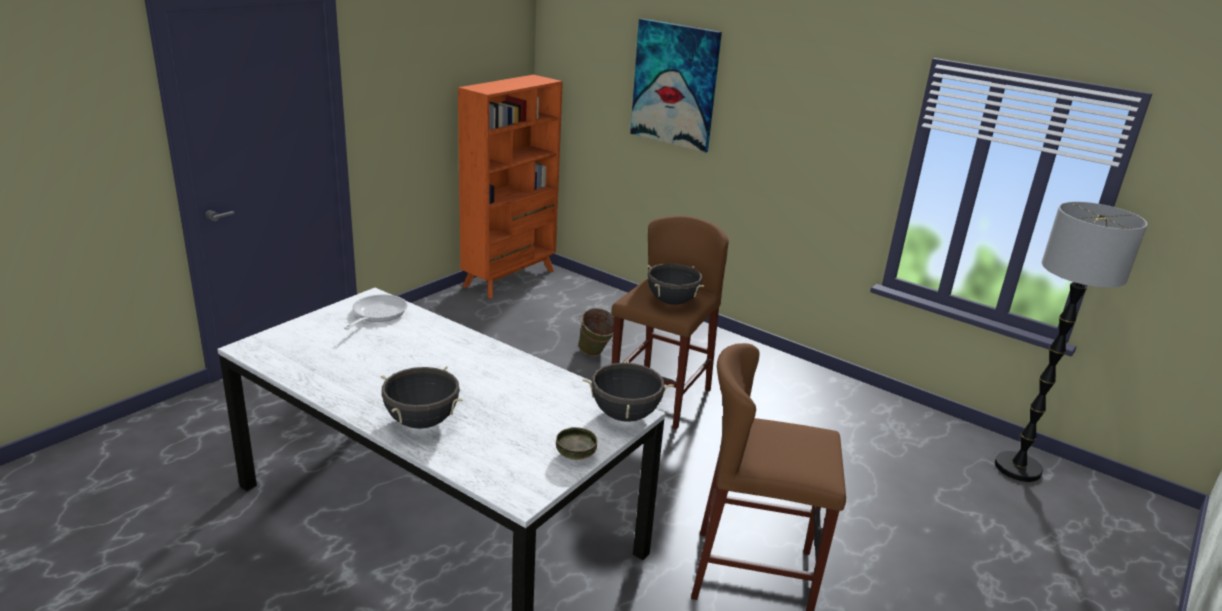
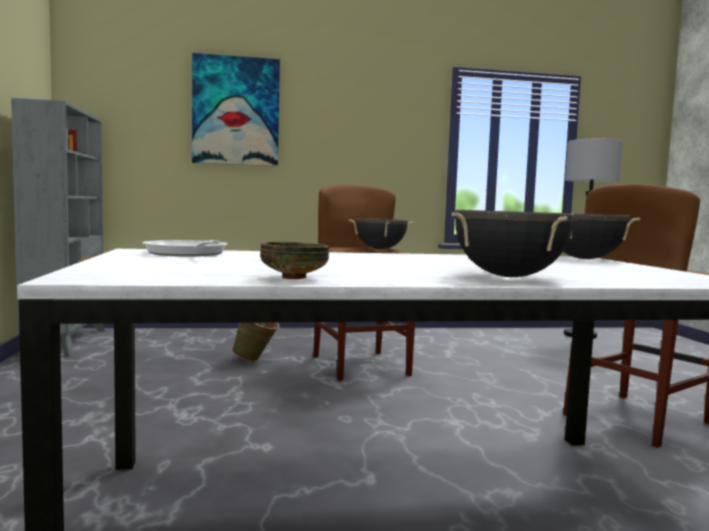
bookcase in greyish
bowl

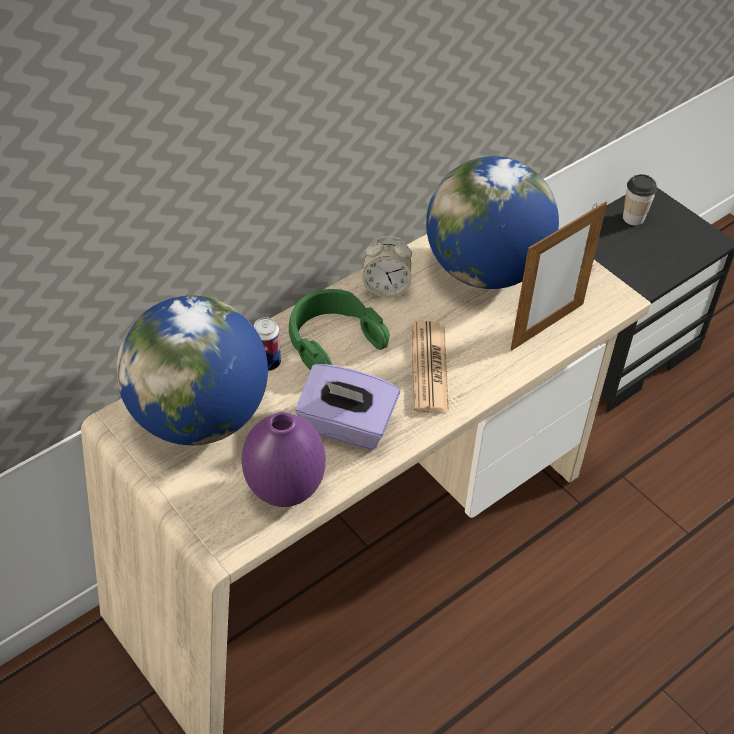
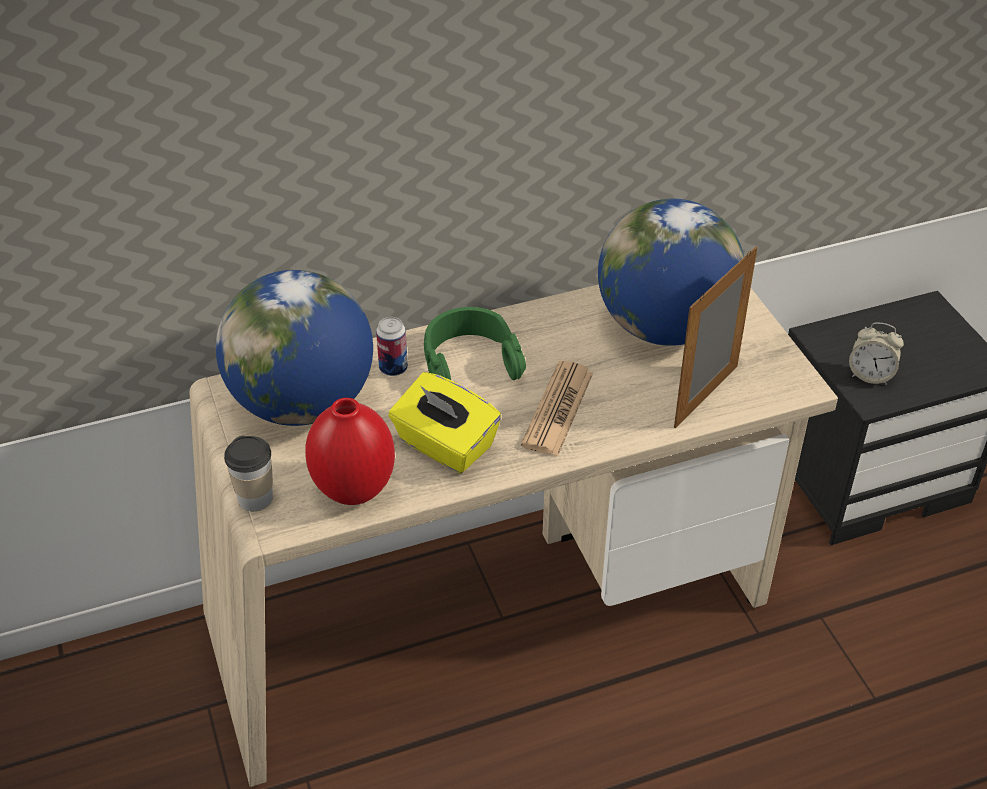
vase in reddish
box of tissues in yellow-coloured
bedside clock
photo frame
cup

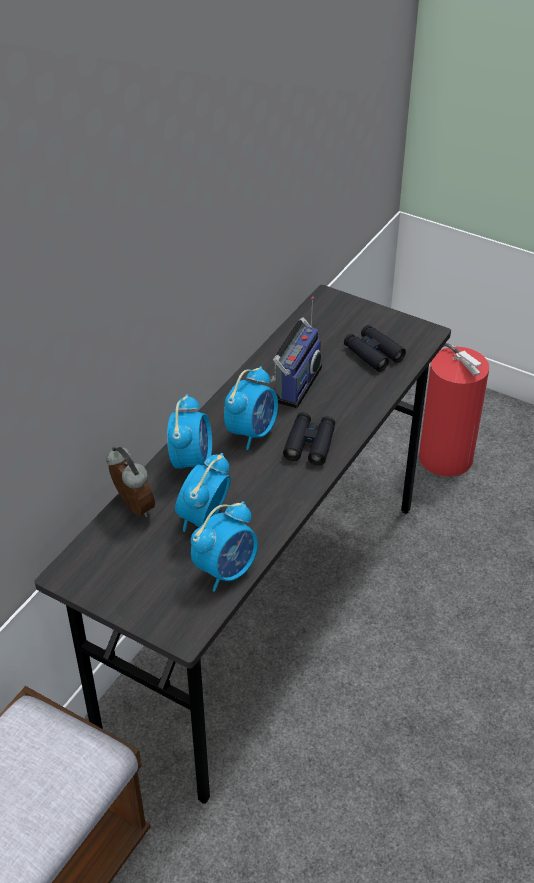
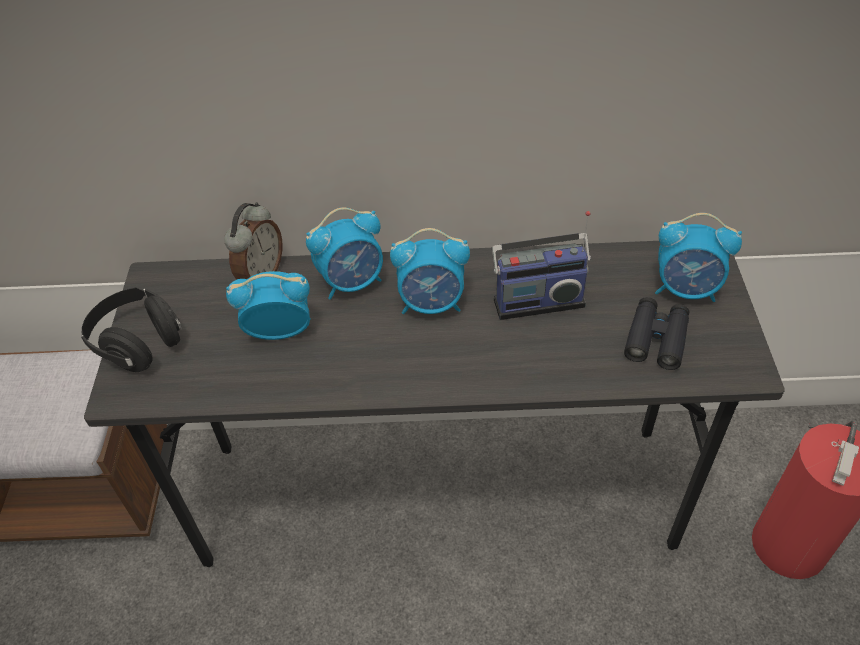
bedside clock (5th from left)
binoculars in blackish (1st from left in the first image)
headphones in blackish

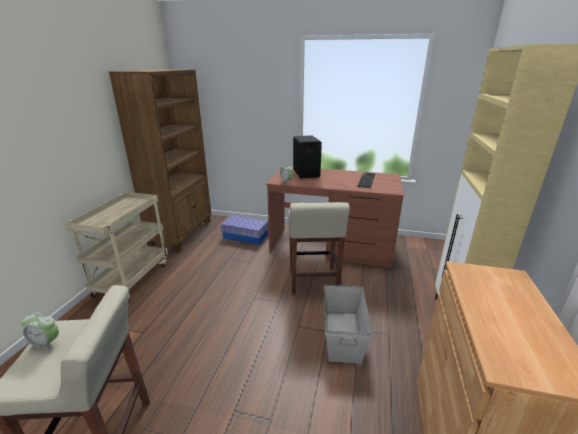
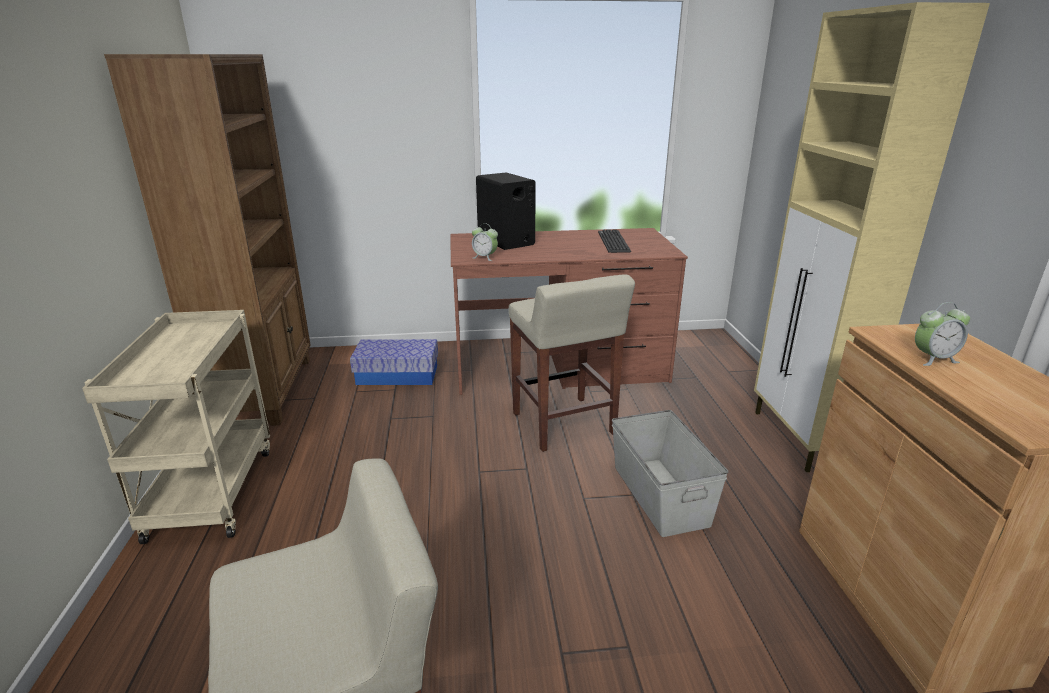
bedside clock (2nd from left)

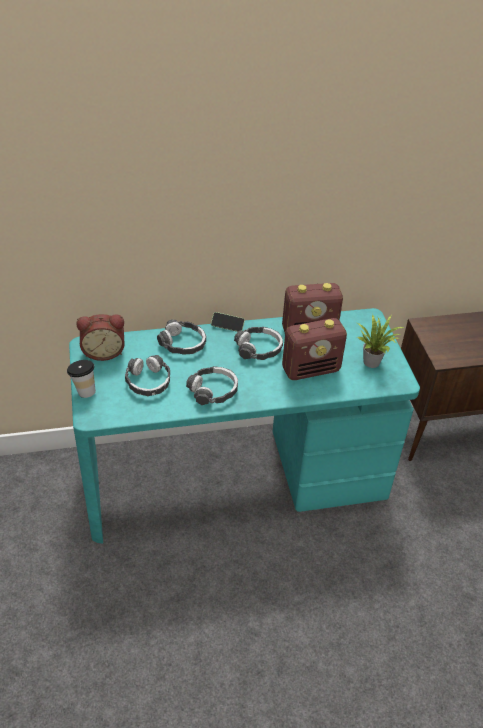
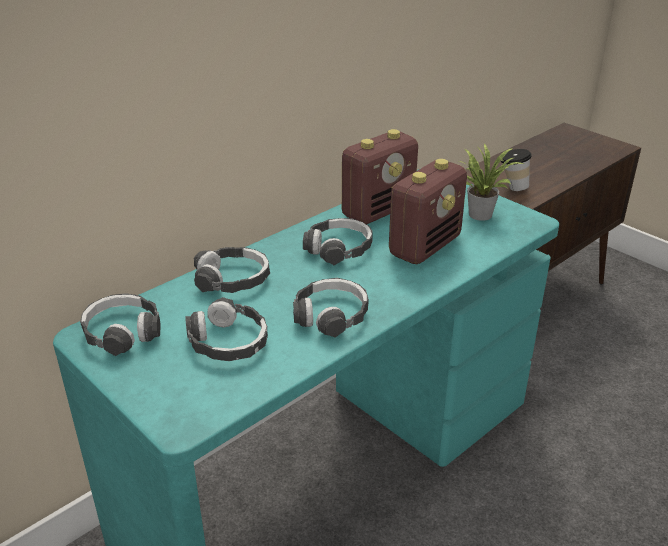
cup
headphones (1st from left)
phone

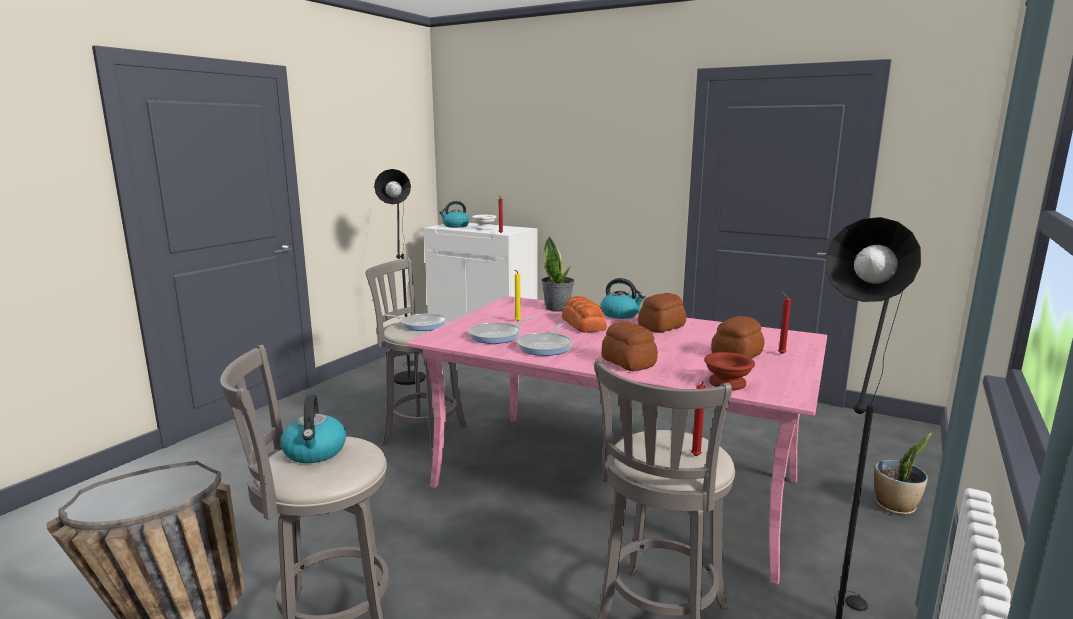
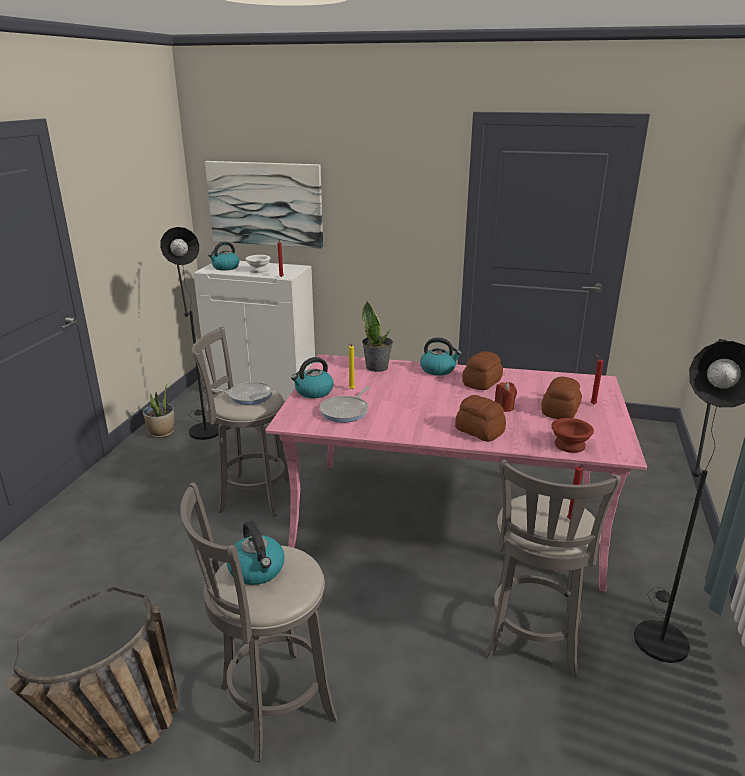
skillet (3rd from left in the first image)
bread (1st from left in the first image)
houseplant (1st from left)
wall picture
water kettle (3rd from left)
wax candle in reddish (2nd from left)

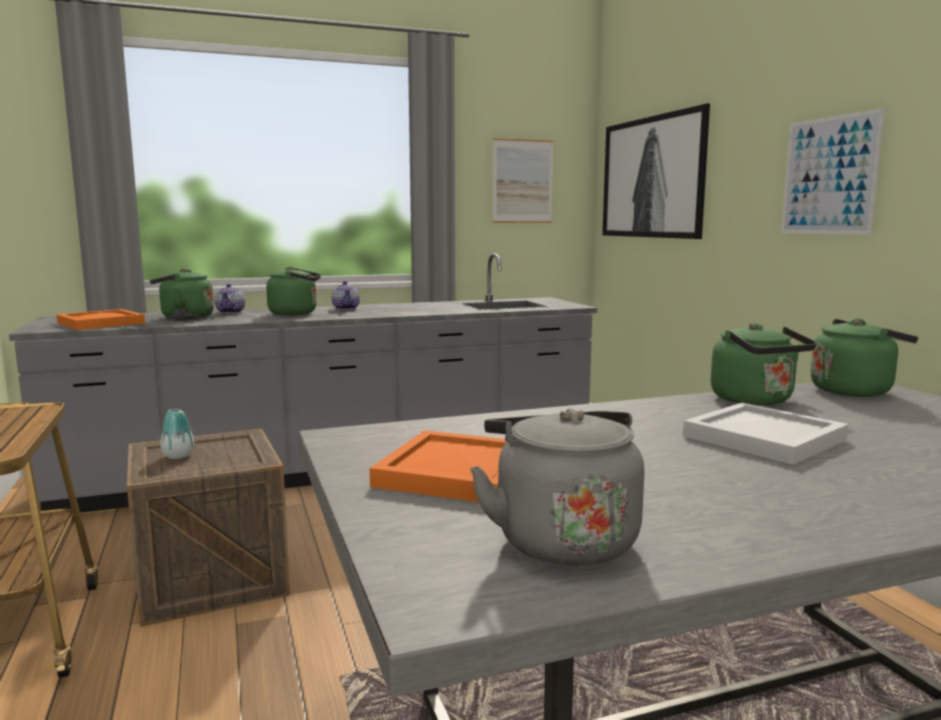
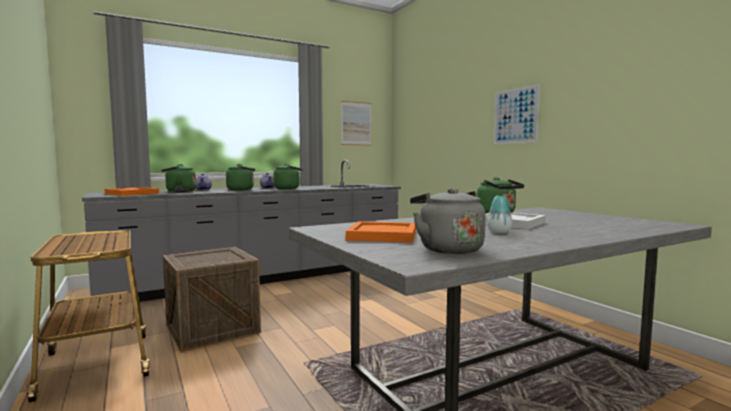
vase
wall picture (2nd from left in the first image)
water kettle in green-coloured (3rd from left)

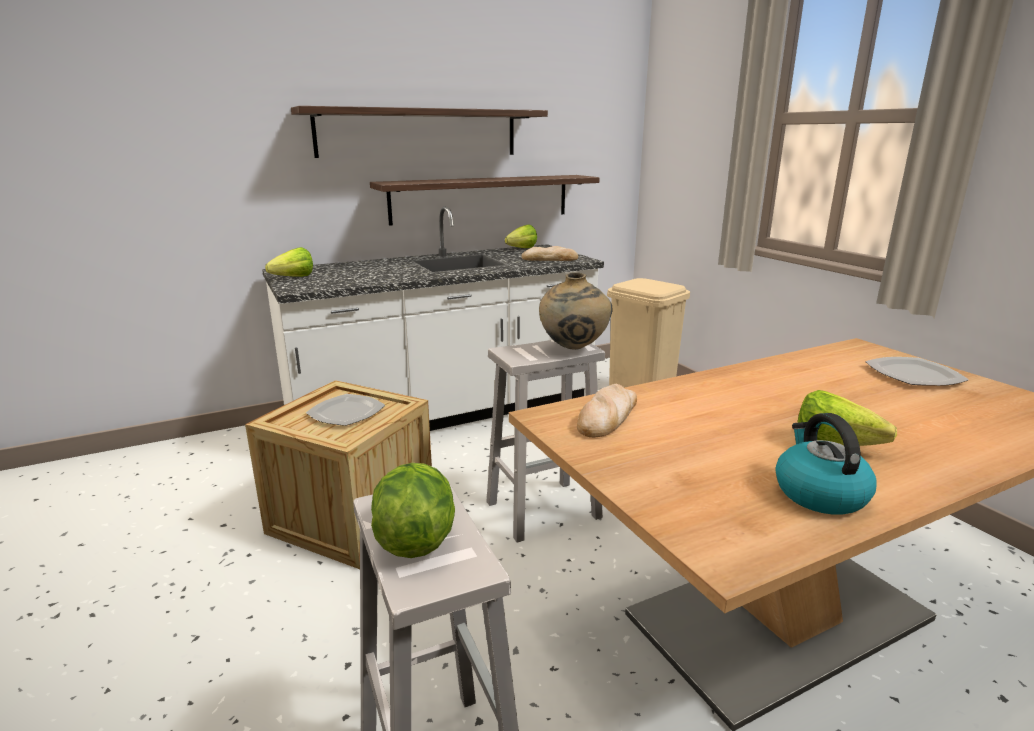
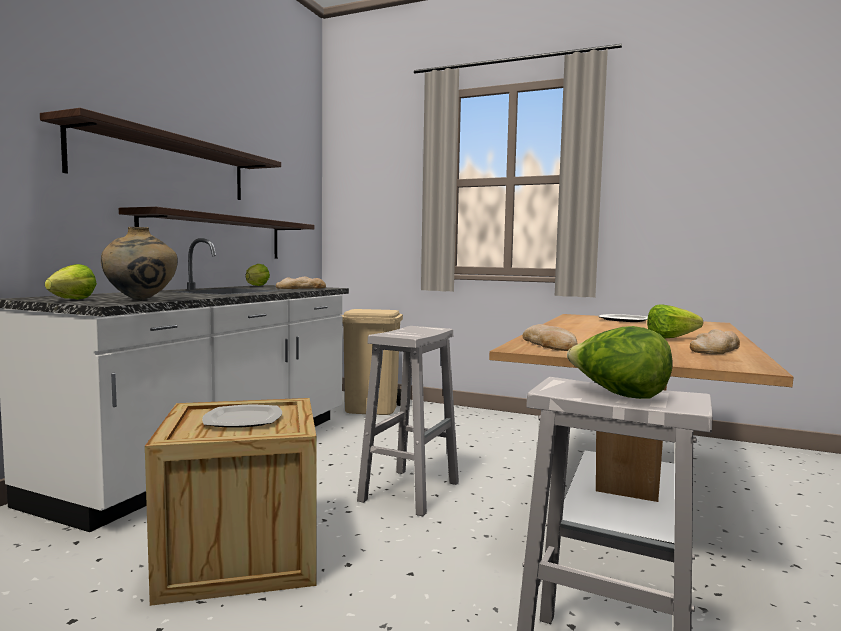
vase in beige
bread (3rd from left)

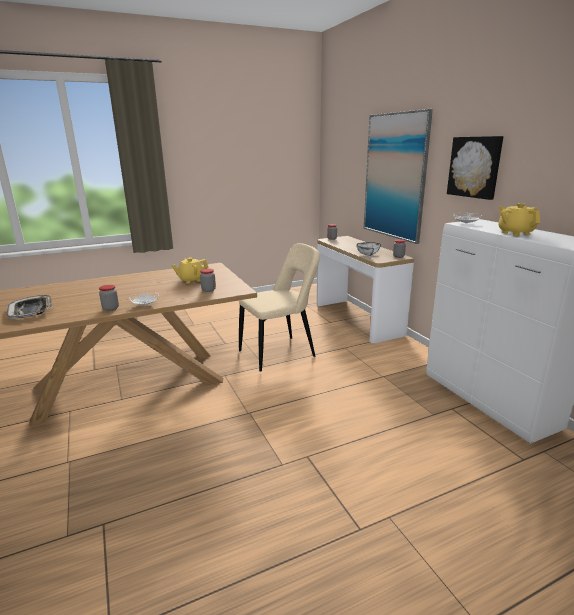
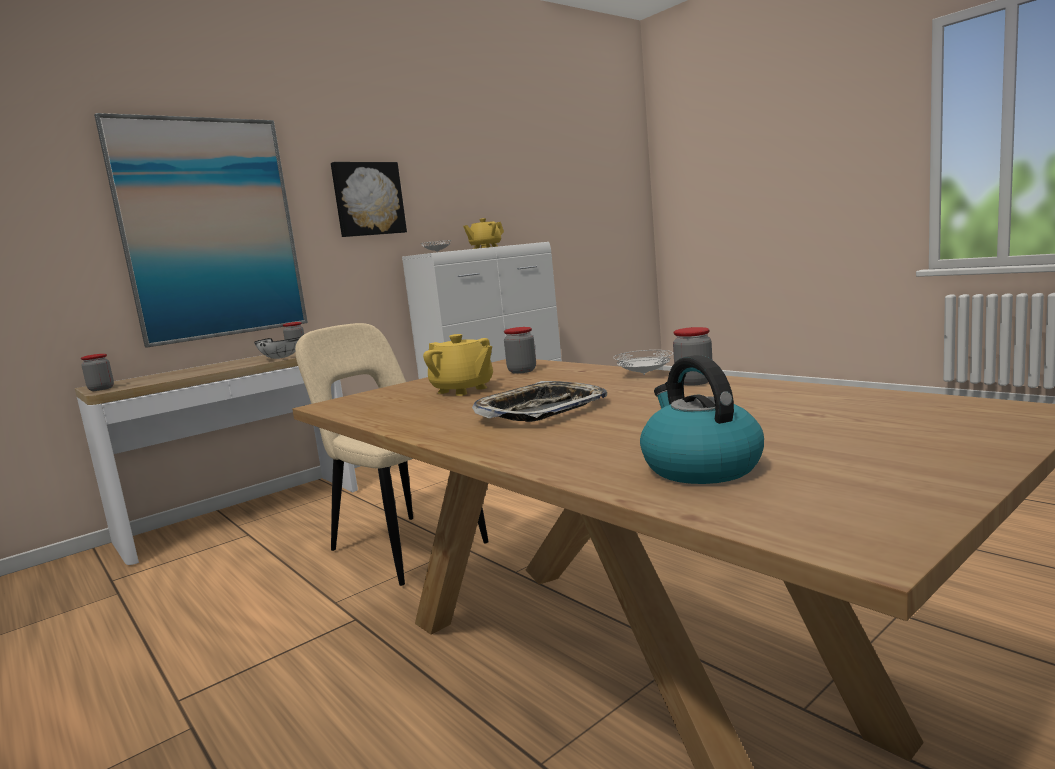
serving tray
water kettle

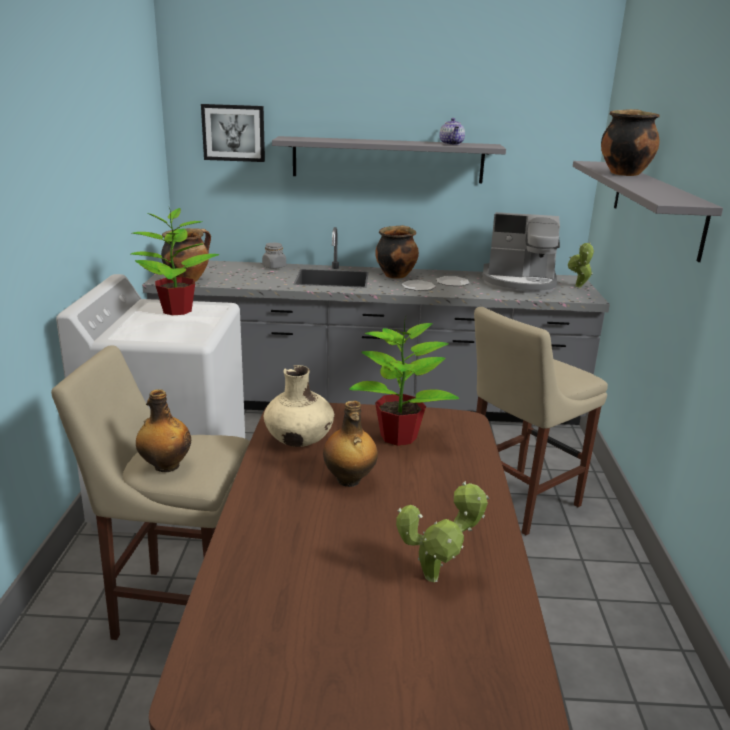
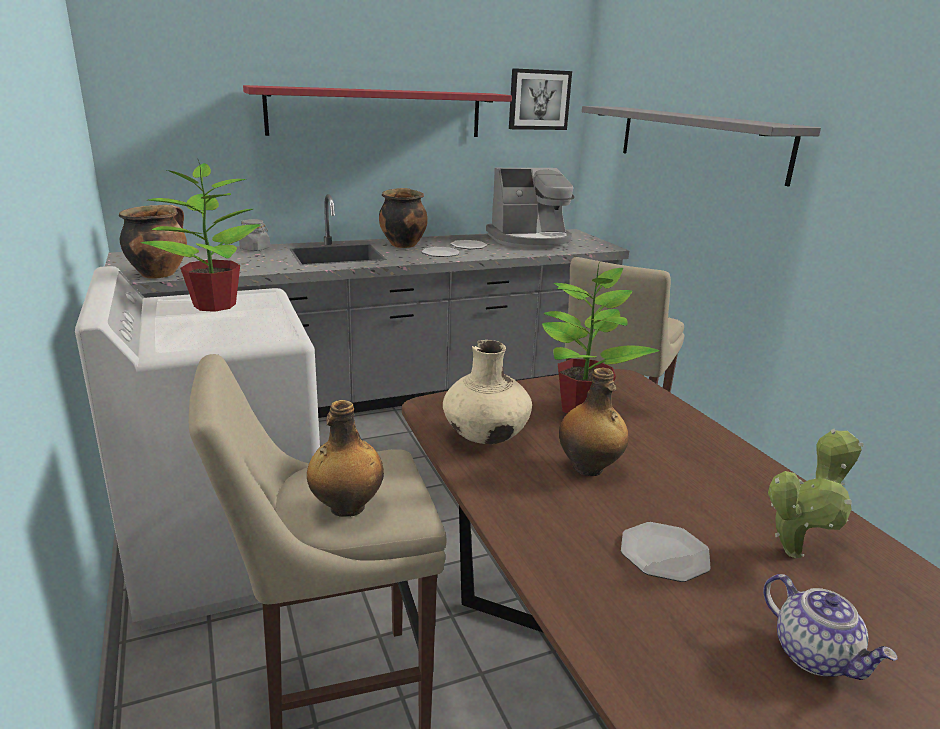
wall picture
wall shelf in reddish
tea pot
houseplant (4th from left in the first image)
cooking pot (3rd from left in the first image)
flat dish (3rd from left)

